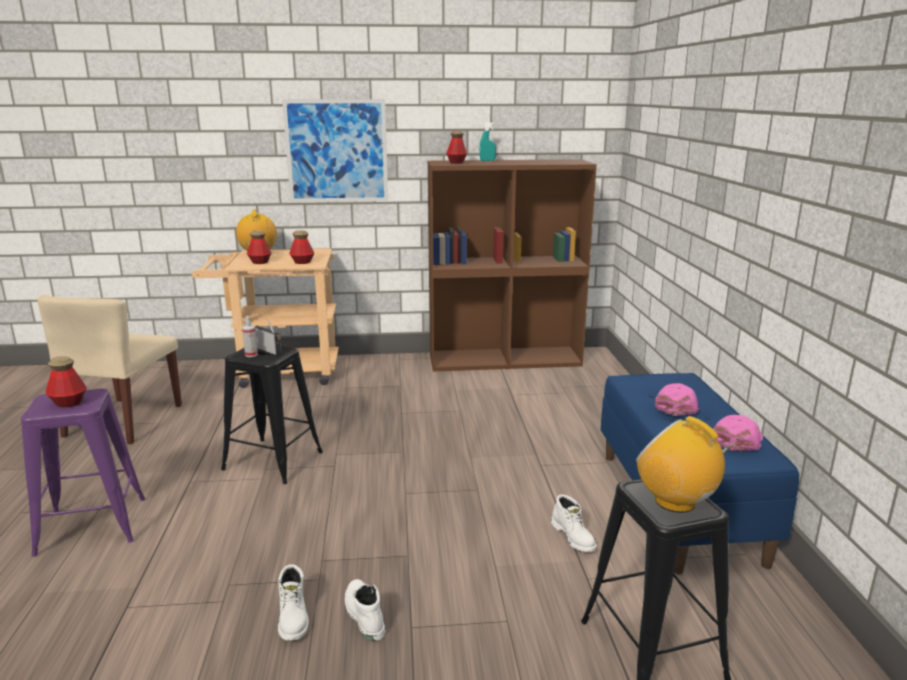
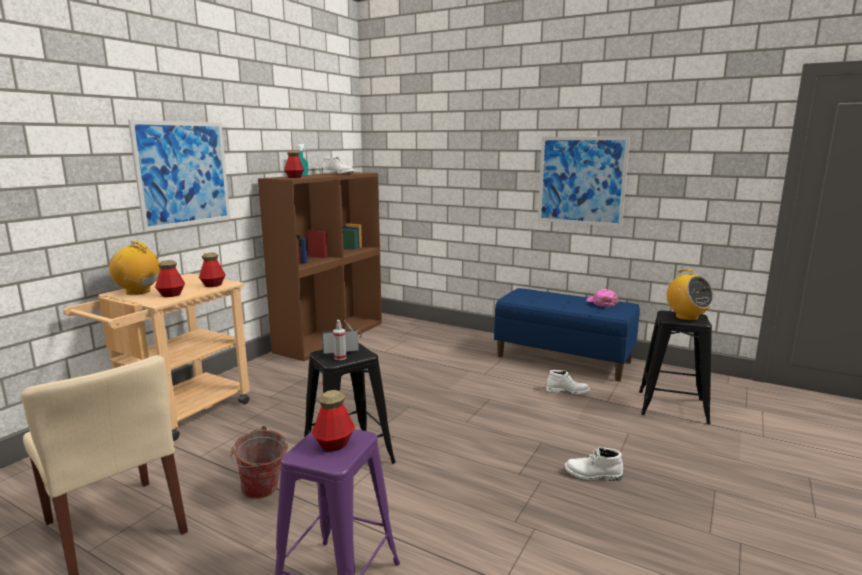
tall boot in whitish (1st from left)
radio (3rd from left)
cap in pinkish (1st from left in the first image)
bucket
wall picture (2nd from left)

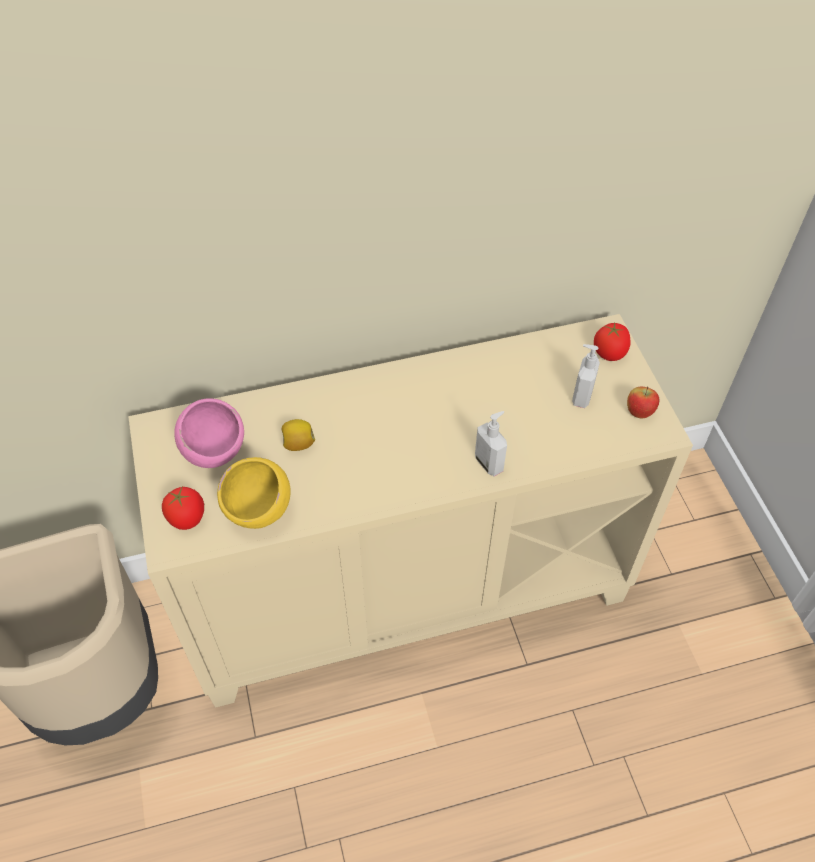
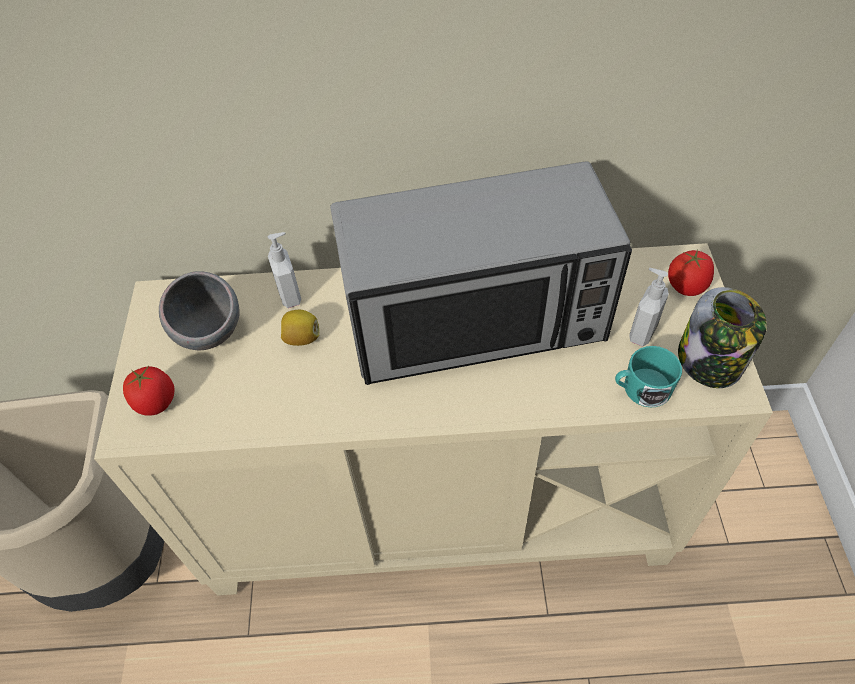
bowl in greyish
bowl in yellow-coloured
soap bottle (1st from left)
jar
kitchen microwave
mug in turquoise-coloured

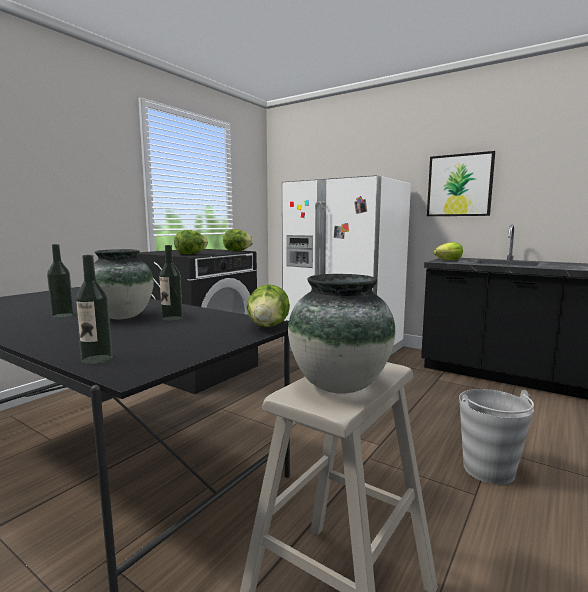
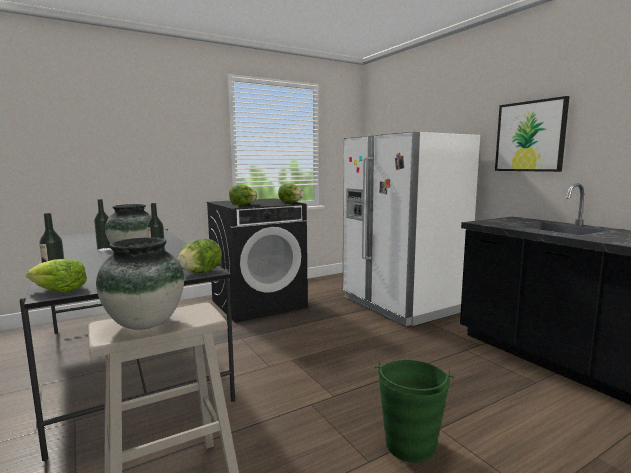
head of lettuce (1st from left)
bucket in green-coloured

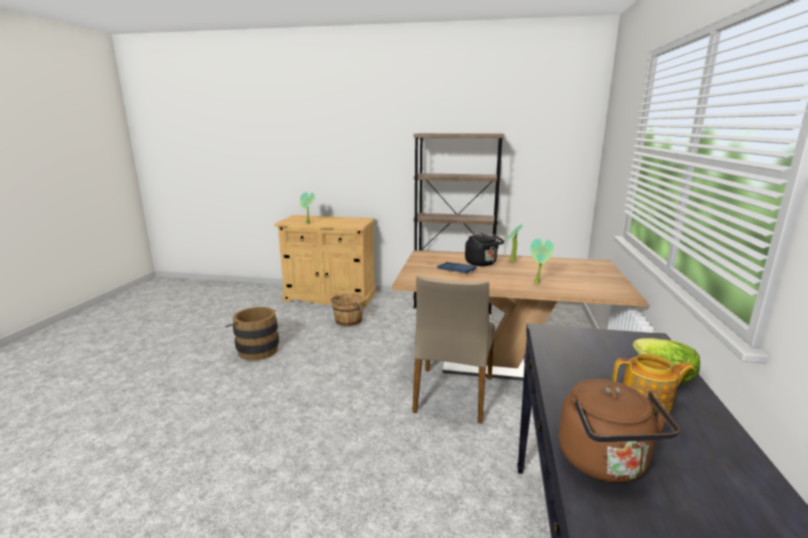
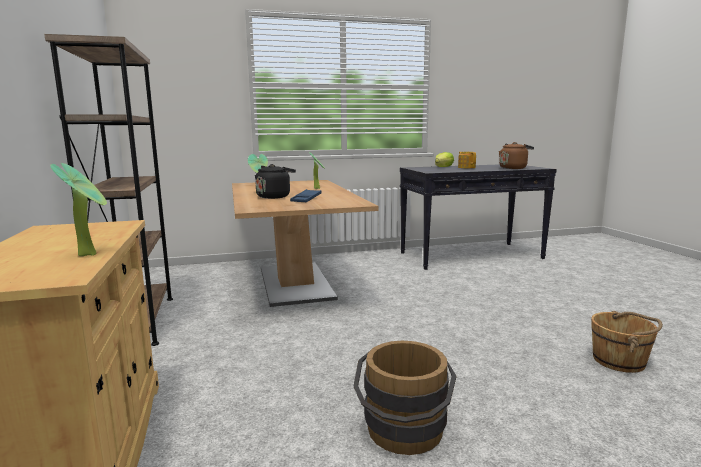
bucket in brown (2nd from left)
plain chair in beige

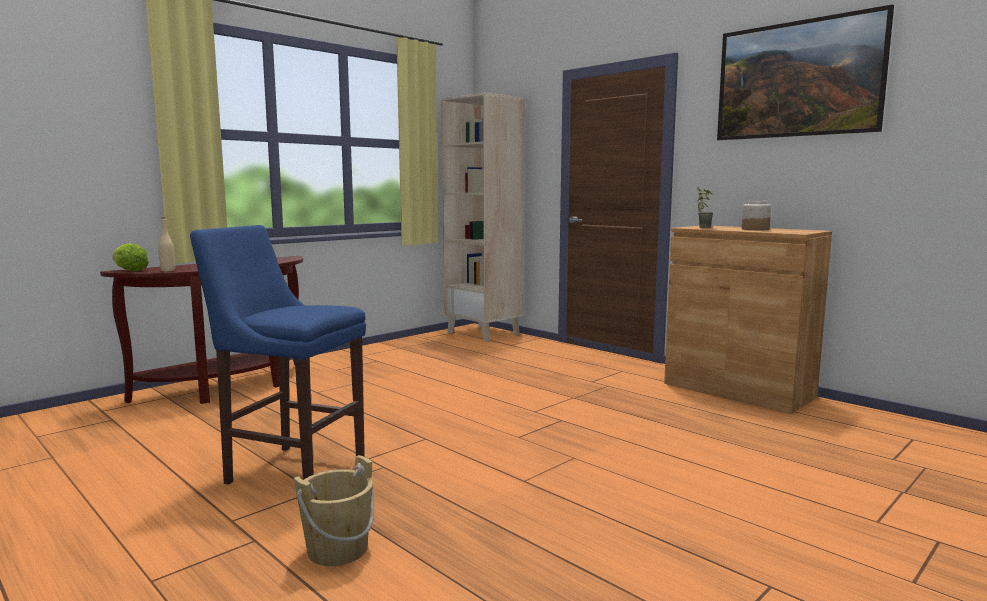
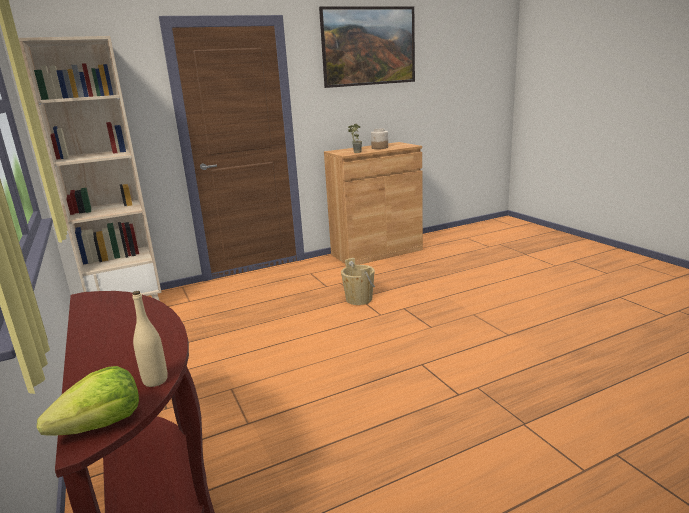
sitting stool in blue
bucket in beige

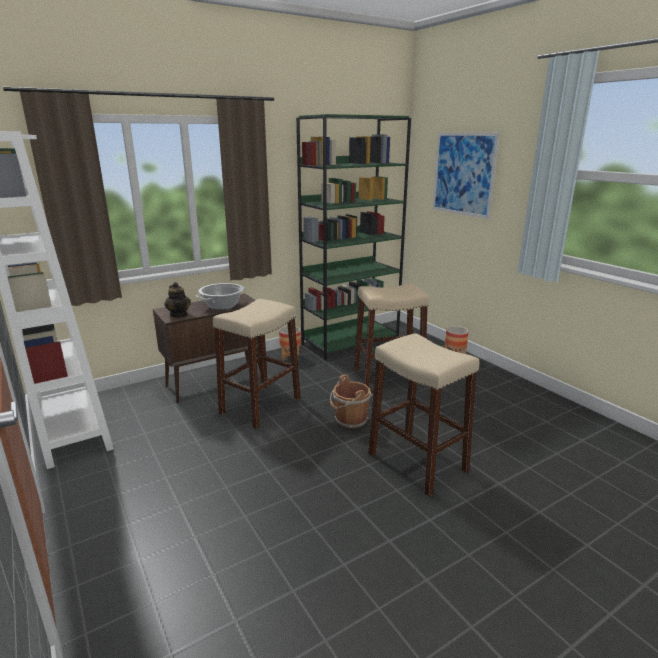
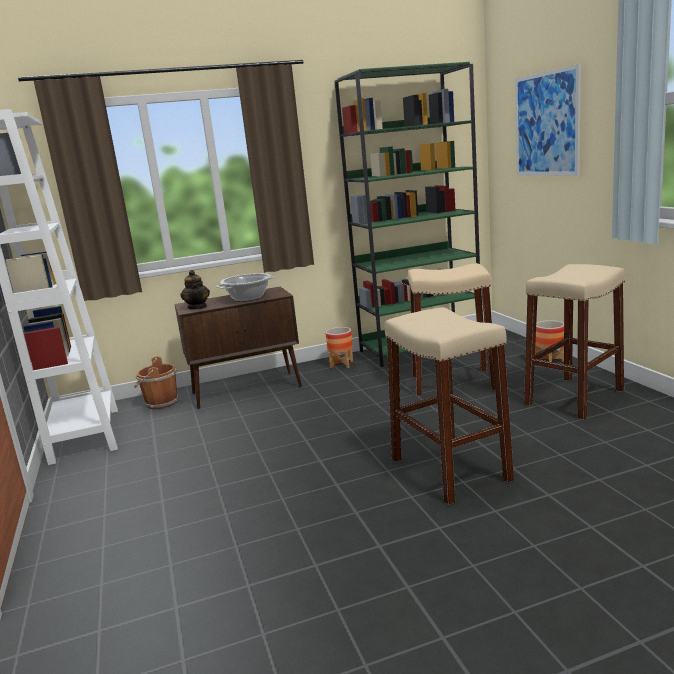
sitting stool in beige (3rd from left)
bucket in brown

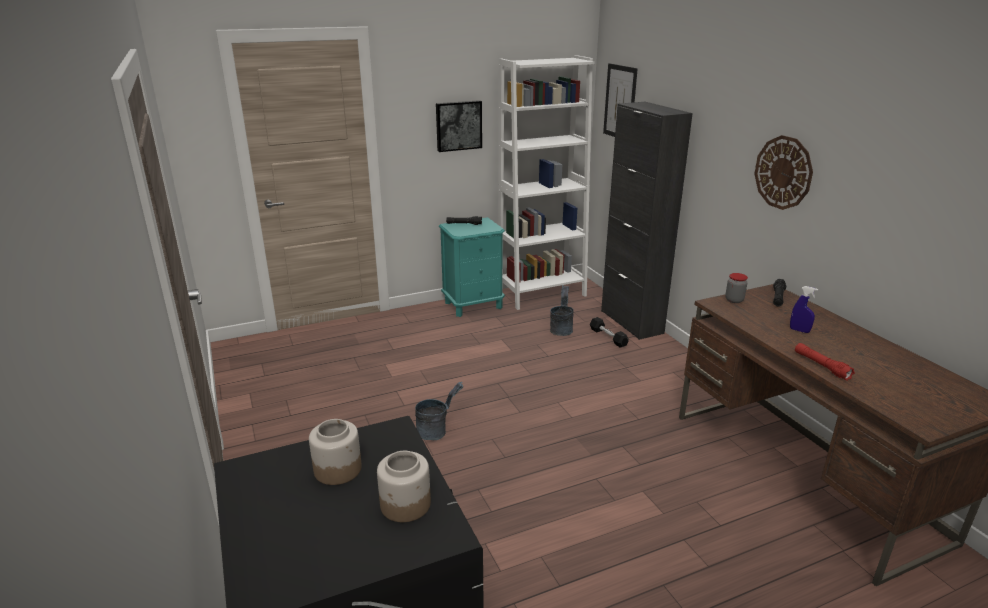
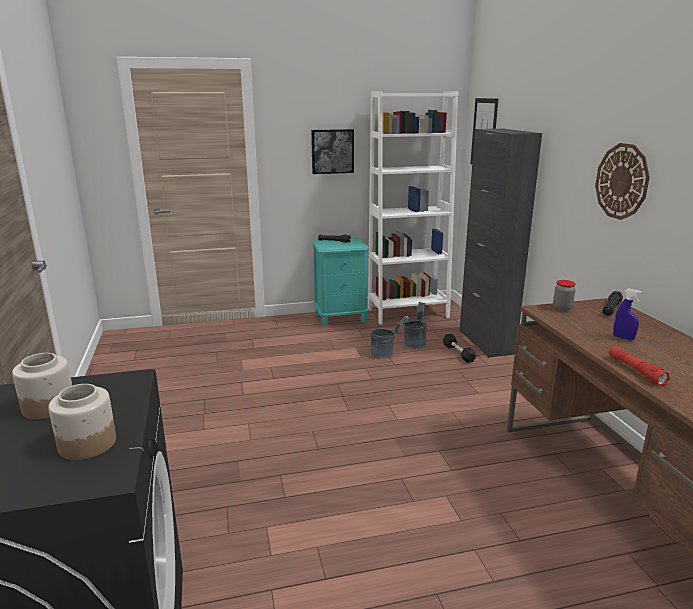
bucket in greyish (1st from left)

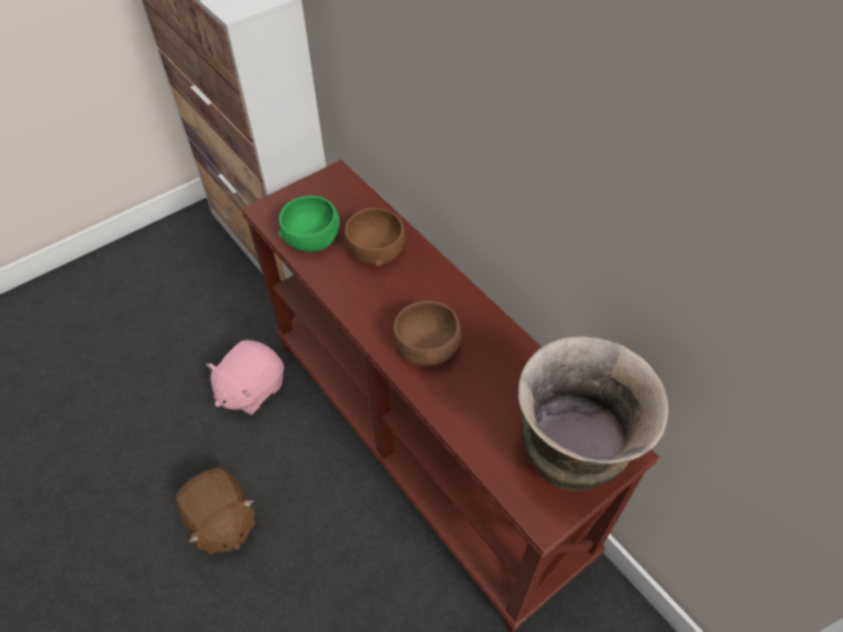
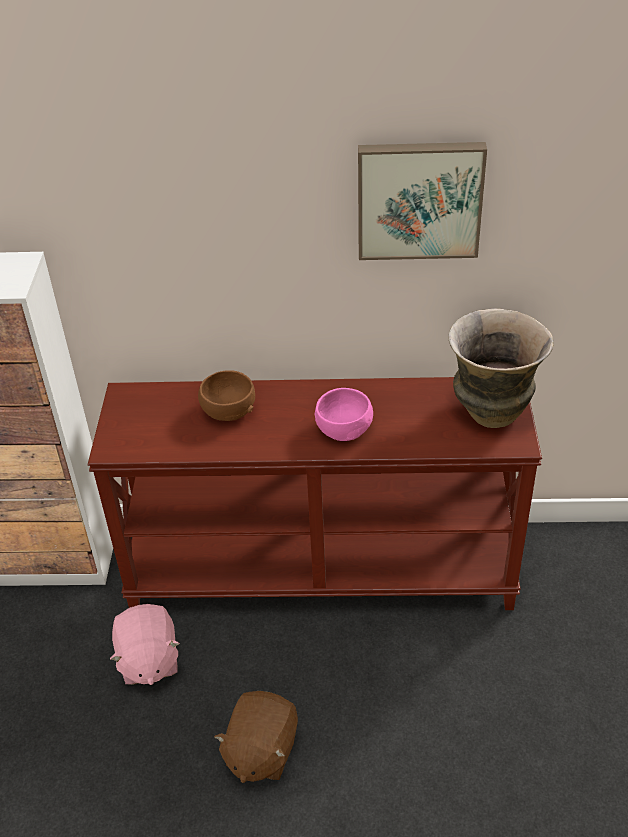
plush toy in brown
bowl in green-coloured
bowl in pinkish
wall picture

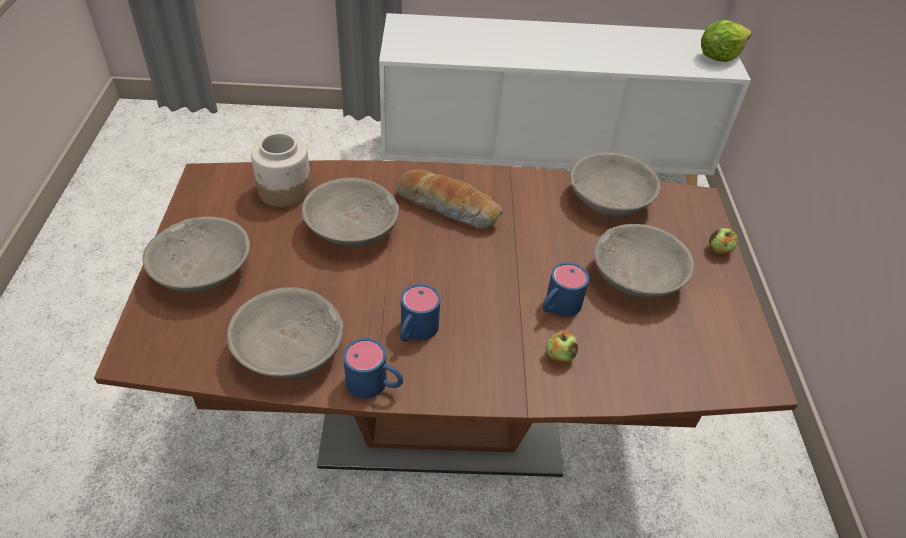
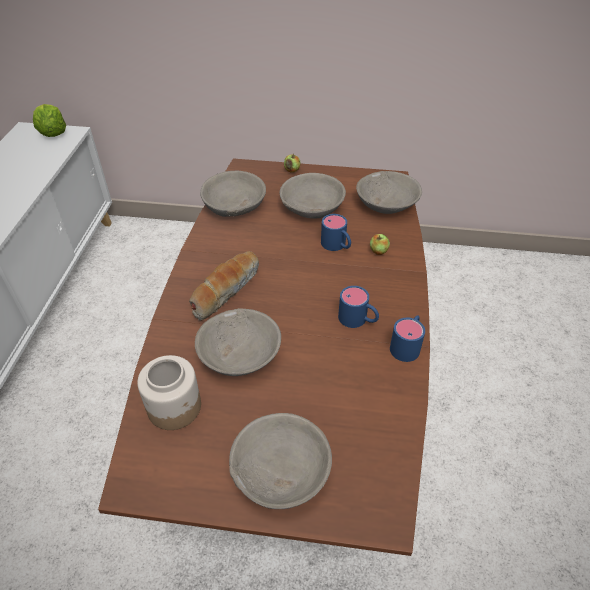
bowl in greyish (5th from left)

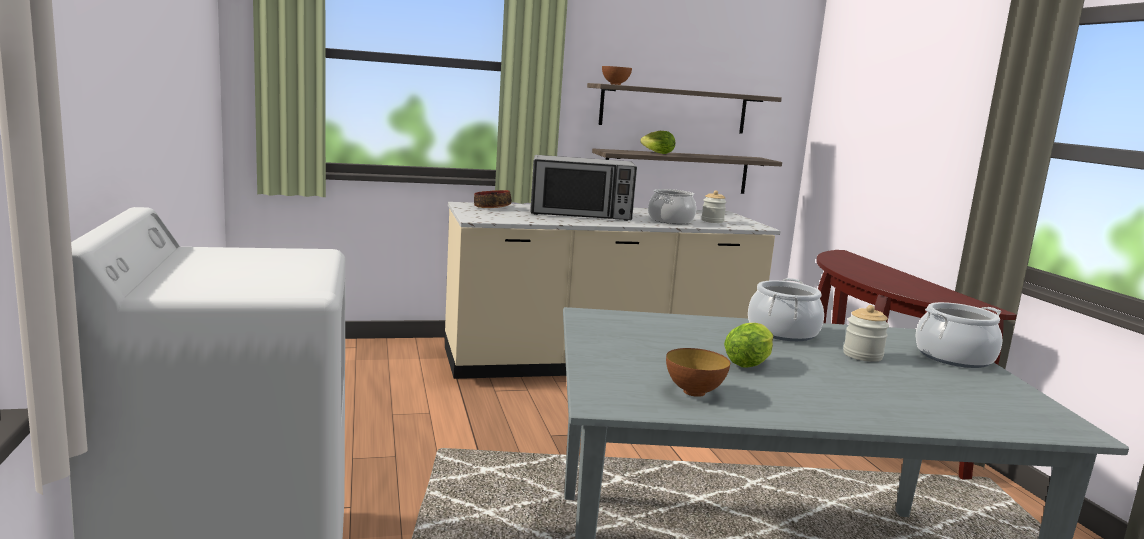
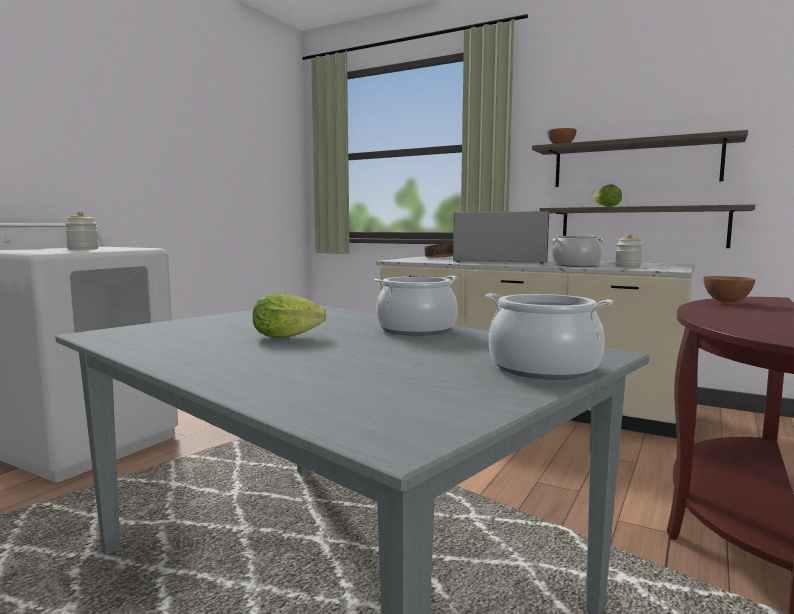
kitchen microwave
bowl (3rd from left)
jar (1st from left)

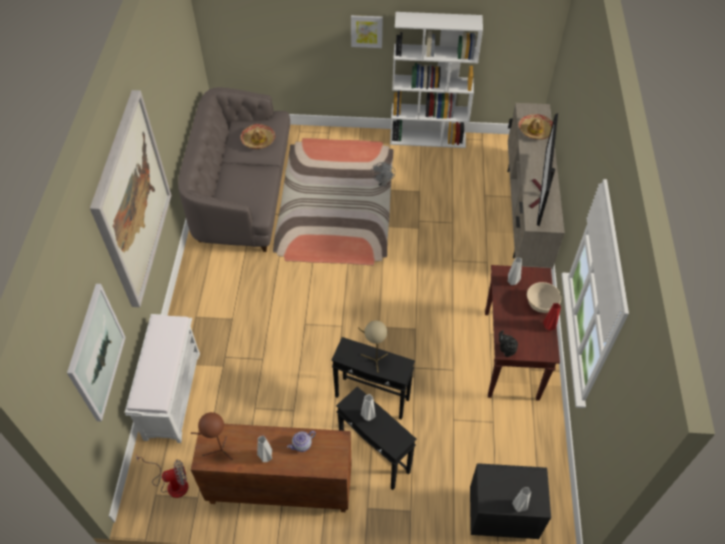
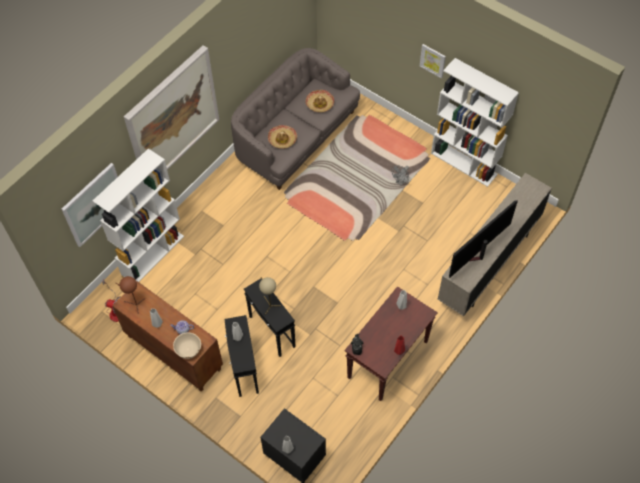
bookcase in whitish (1st from left)
clothing hat (1st from left)
bowl in beige

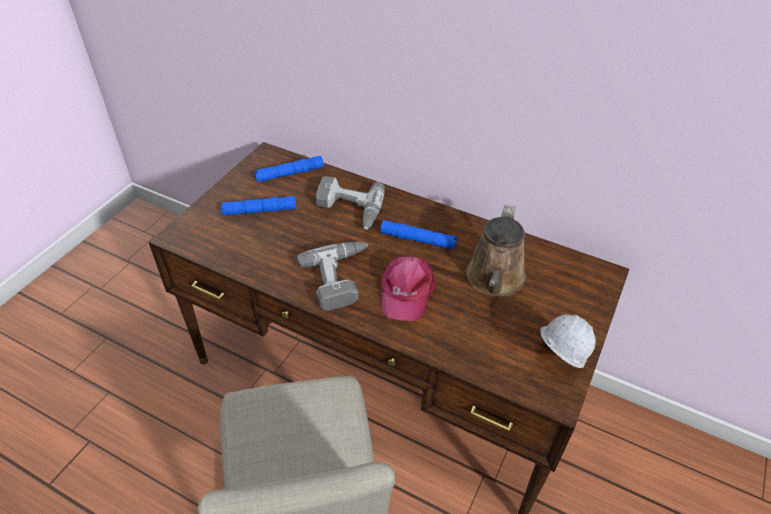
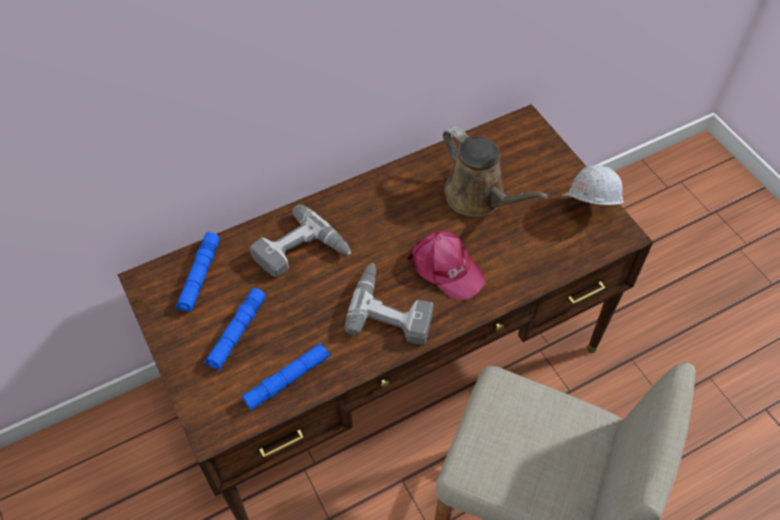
hand torch in blue (3rd from left)

